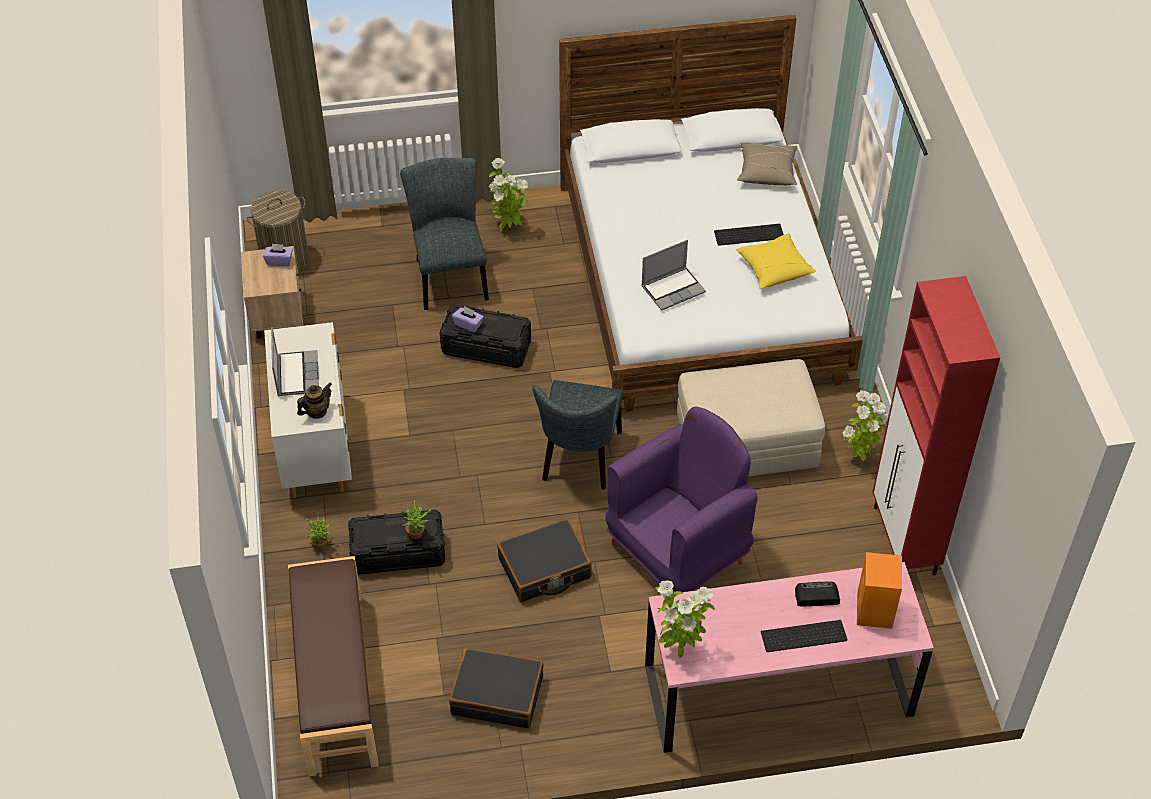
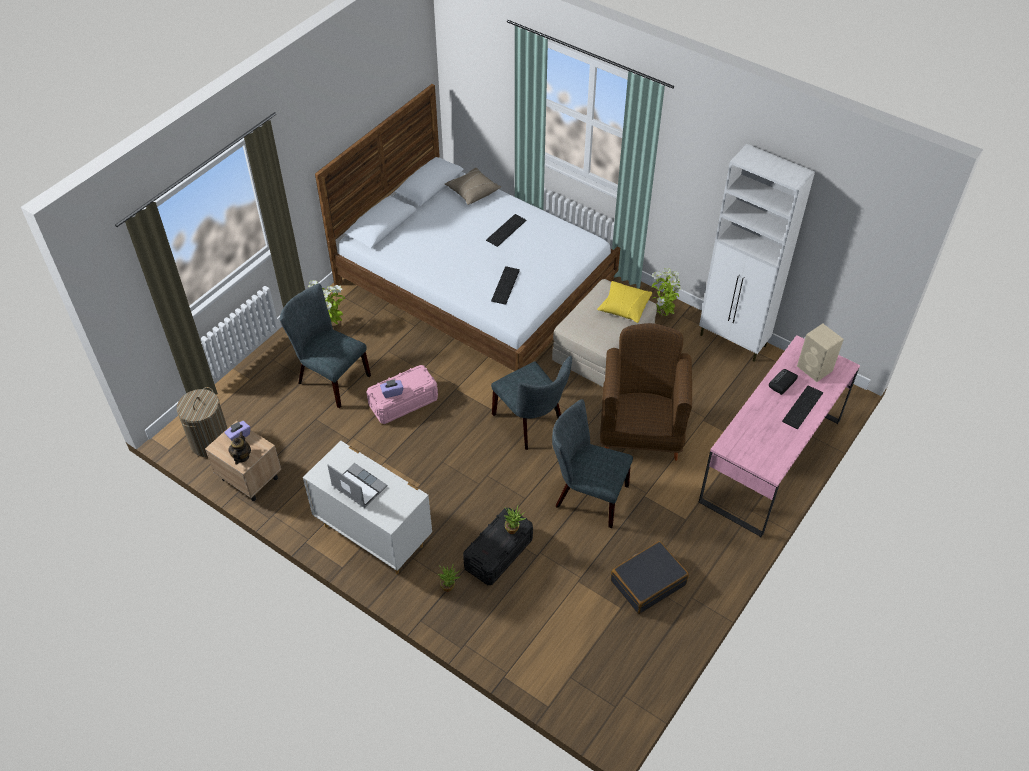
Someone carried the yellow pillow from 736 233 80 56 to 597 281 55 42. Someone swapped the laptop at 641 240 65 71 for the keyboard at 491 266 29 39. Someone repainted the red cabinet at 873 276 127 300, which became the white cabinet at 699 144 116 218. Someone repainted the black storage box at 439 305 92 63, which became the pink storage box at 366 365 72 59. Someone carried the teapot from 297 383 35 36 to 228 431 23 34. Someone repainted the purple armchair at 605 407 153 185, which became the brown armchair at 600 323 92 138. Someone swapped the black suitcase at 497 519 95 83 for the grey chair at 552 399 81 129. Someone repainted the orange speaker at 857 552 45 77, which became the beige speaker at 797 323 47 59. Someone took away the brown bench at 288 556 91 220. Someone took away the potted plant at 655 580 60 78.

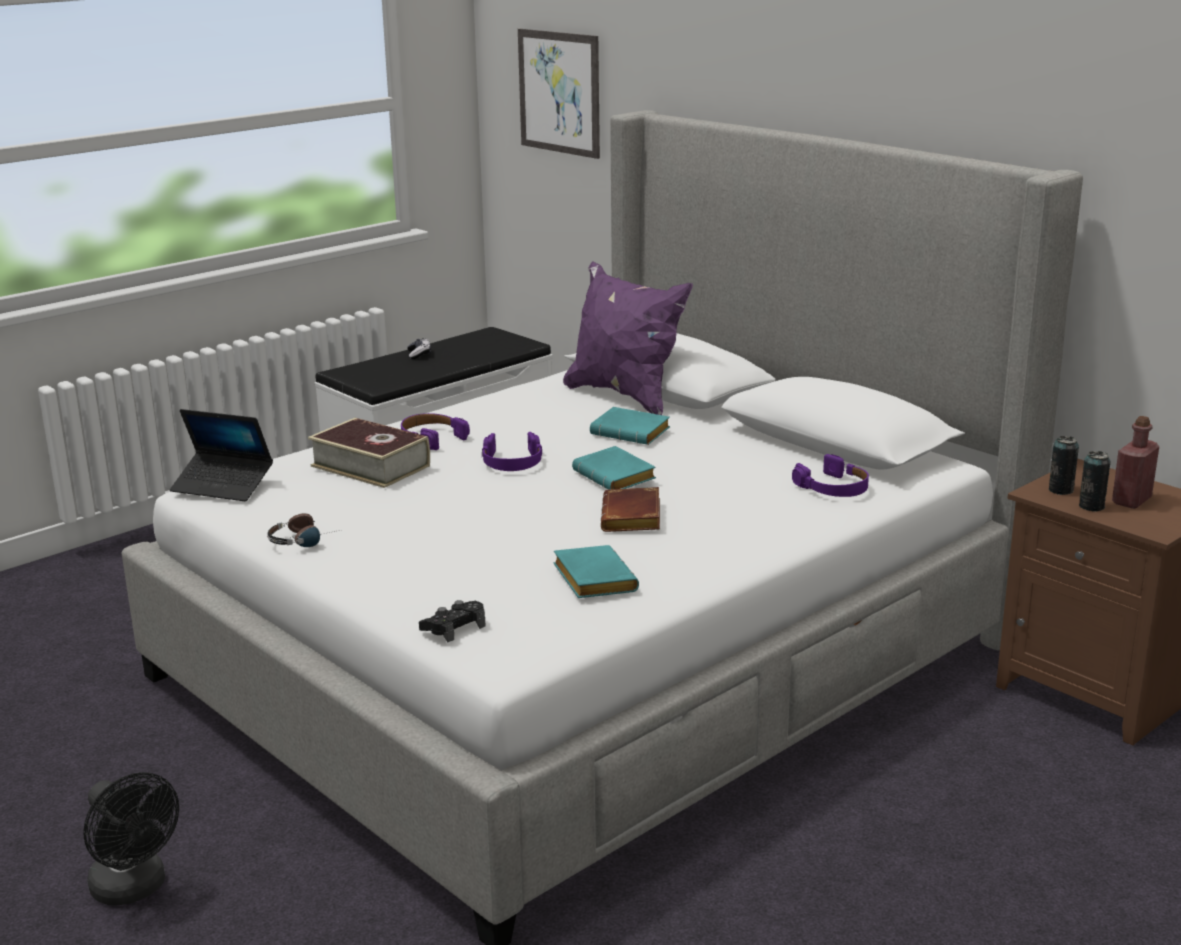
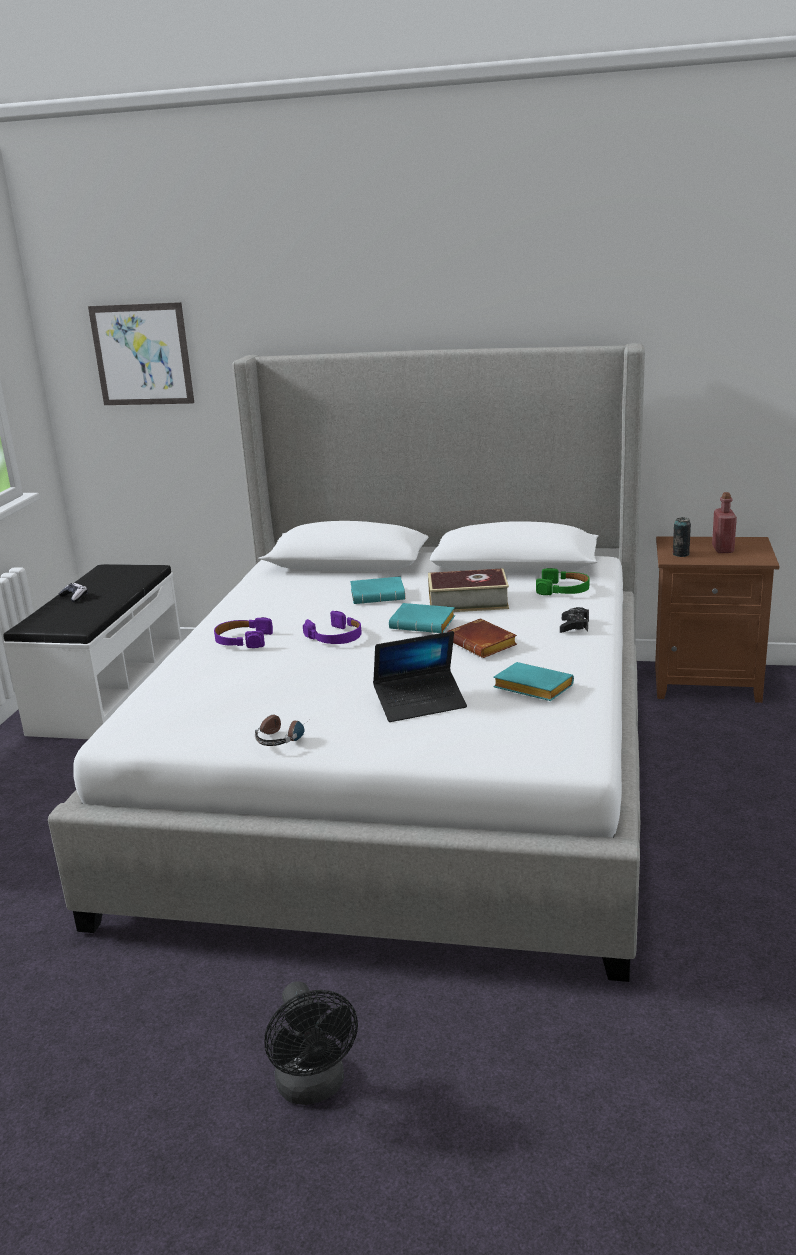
Someone took away the purple pillow at 563 262 130 153. Someone carried the laptop from 170 409 103 92 to 373 631 94 91. Someone carried the book from 308 418 122 70 to 428 568 81 44. Someone took away the can at 1079 451 32 61. Someone repainted the purple headphones at 792 454 77 43, which became the green headphones at 536 568 53 27. Someone carried the black game controller from 419 600 67 42 to 560 607 29 26. Someone rotated the black fan at 83 772 96 134 by 60 degrees clockwise.

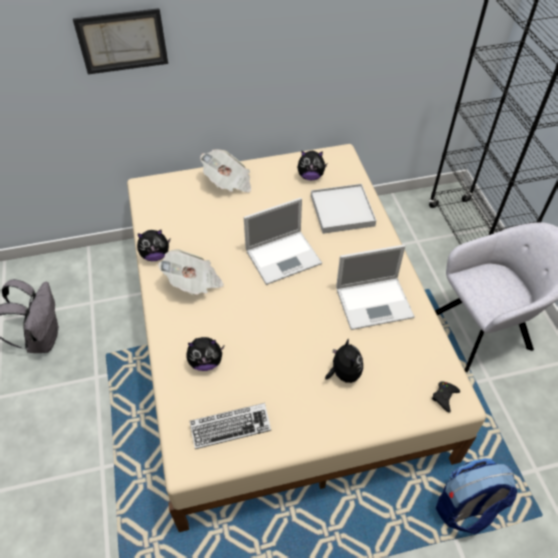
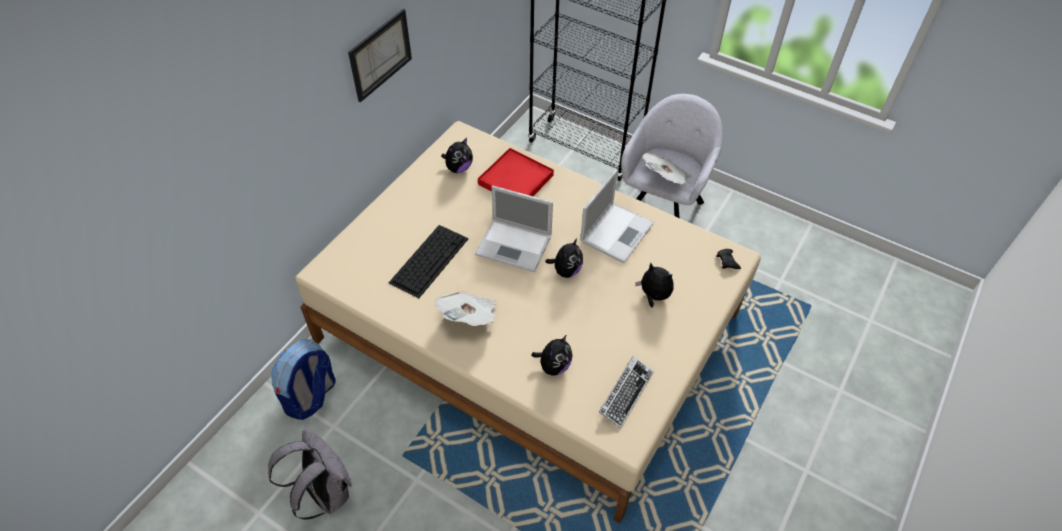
Someone carried the picture from 73 8 95 66 to 348 9 64 93. Someone carried the newspaper from 200 149 51 44 to 642 153 50 32. Someone repainted the white tray at 311 184 65 50, which became the red tray at 478 148 76 48. Someone rotated the laptop at 244 198 78 87 by 90 degrees clockwise. Someone carried the plush toy from 137 230 33 31 to 545 239 38 39. Someone carried the backpack from 436 458 81 76 to 271 339 65 81. Someone put down the keyboard at 389 225 80 73.

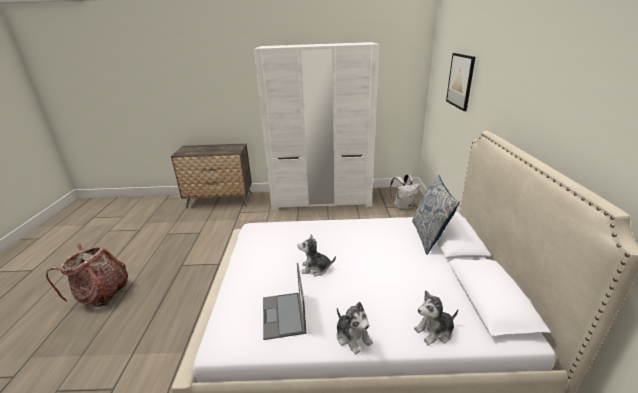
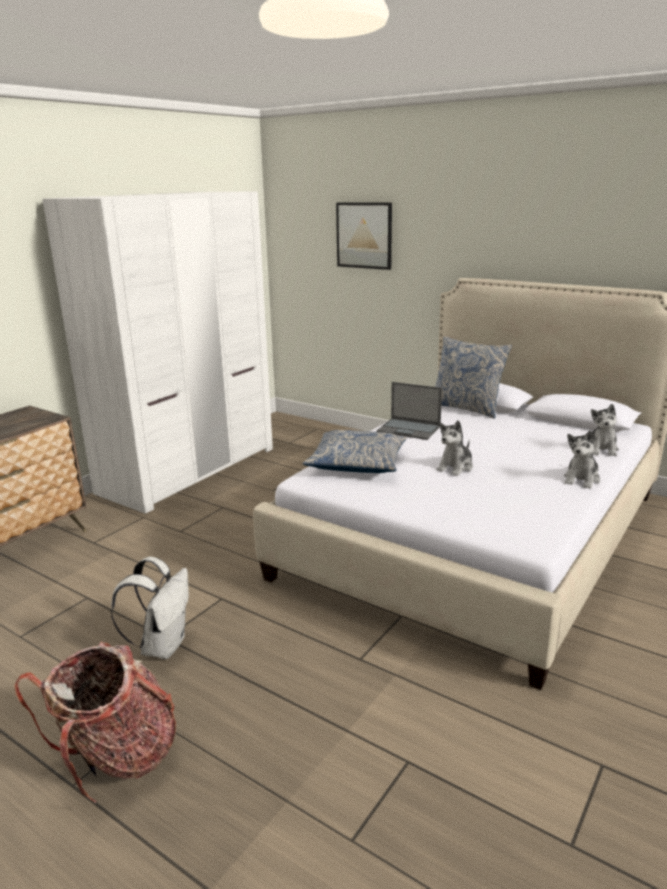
Someone carried the white backpack from 390 174 30 36 to 111 557 78 102. Someone carried the laptop from 263 263 43 77 to 377 382 65 58. Someone rotated the plush toy at 337 302 36 53 by 120 degrees clockwise. Someone put down the pillow at 303 430 104 43.

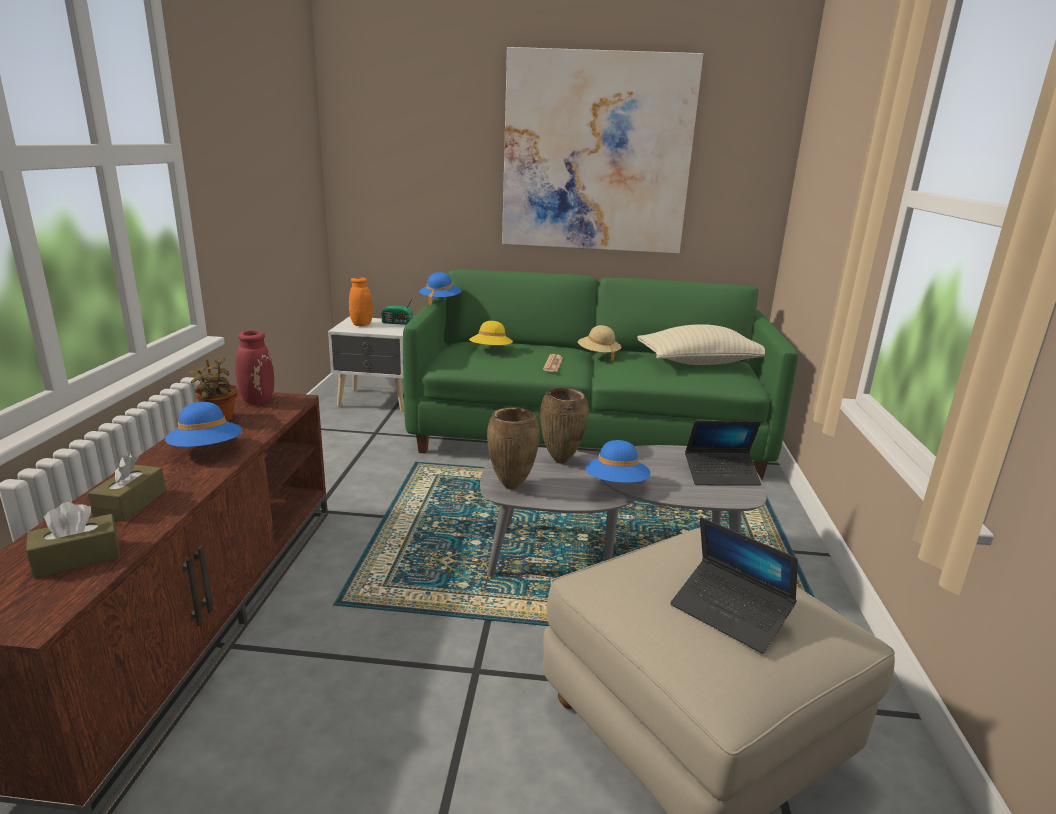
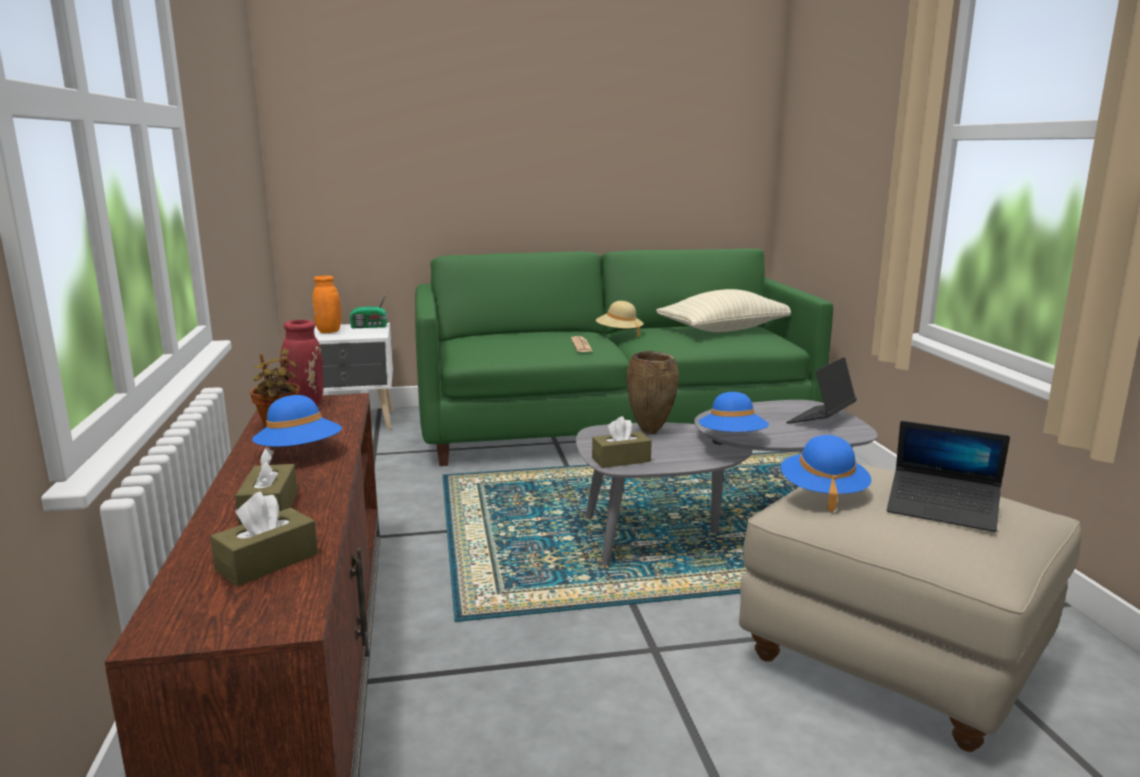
Someone took away the picture at 502 47 201 207. Someone carried the blue hat from 419 272 43 34 to 781 435 91 77. Someone took away the yellow hat at 469 321 44 25. Someone swapped the brown vase at 487 407 53 83 for the brown tissue box at 592 416 60 52. Someone rotated the laptop at 685 421 76 64 by 150 degrees clockwise.

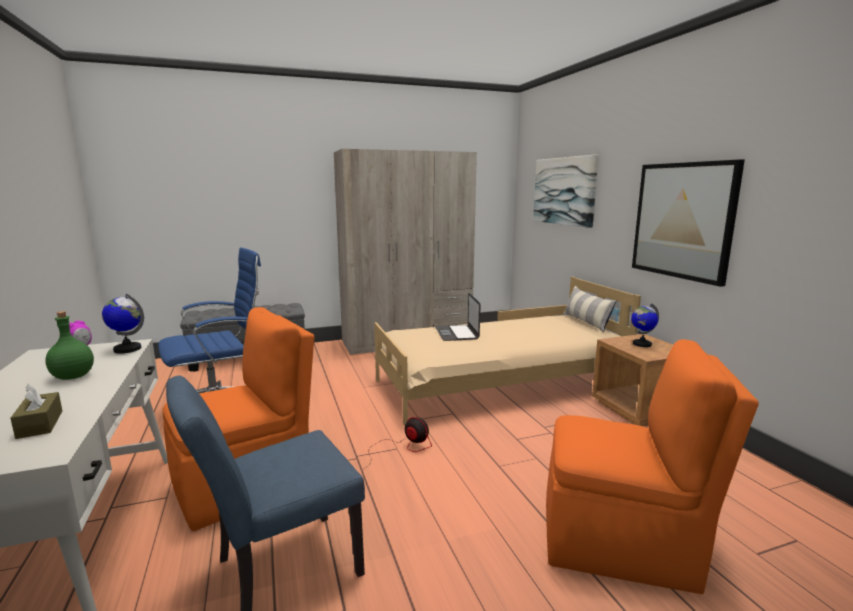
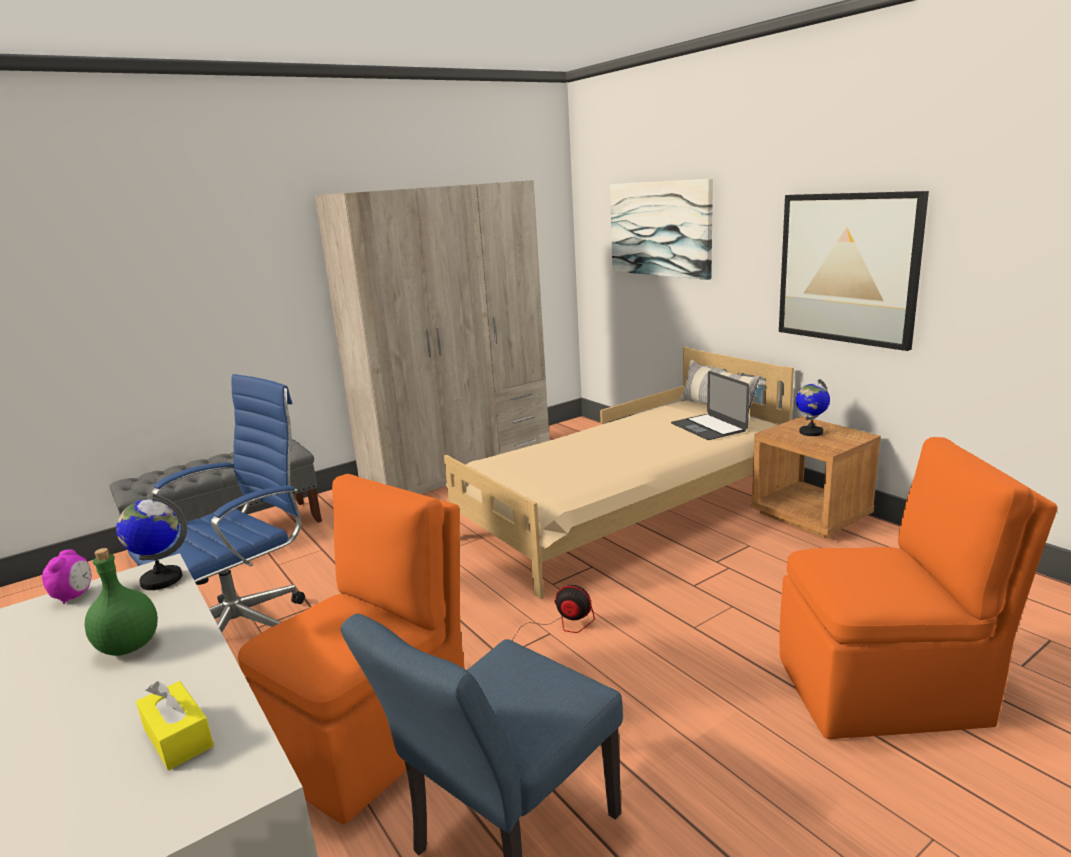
Someone carried the laptop from 435 293 46 48 to 671 371 78 69. Someone repainted the brown tissue box at 10 384 52 55, which became the yellow tissue box at 136 681 78 89.

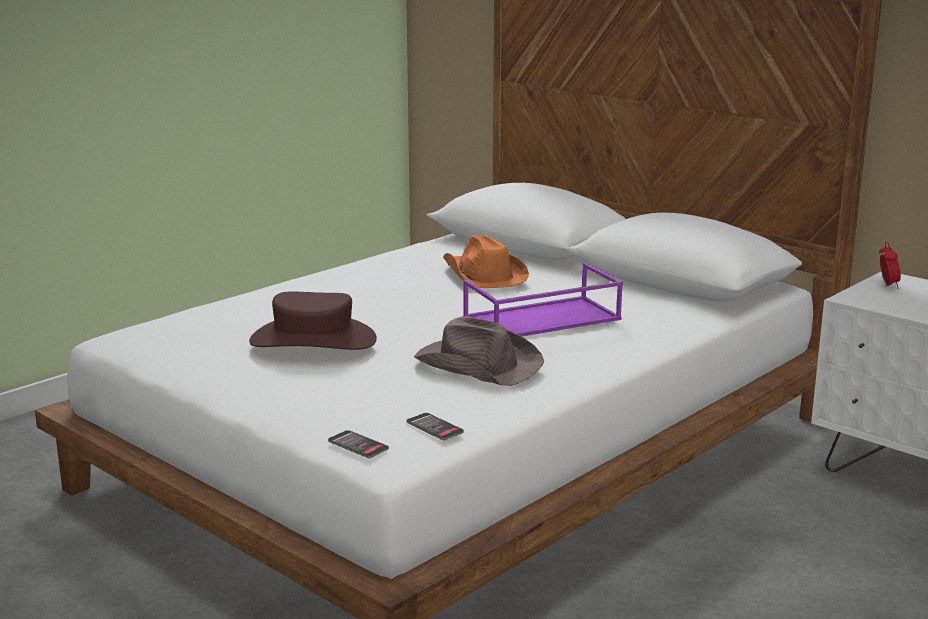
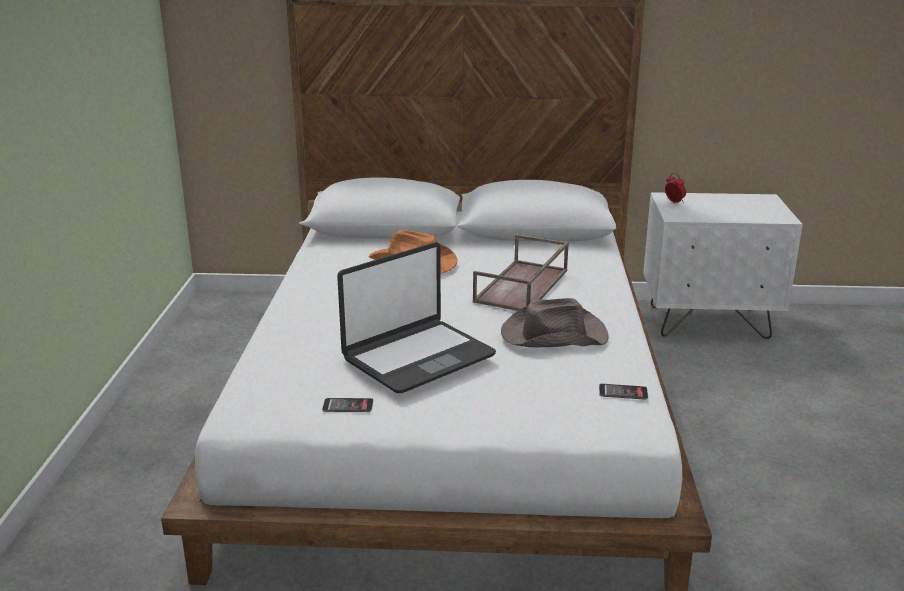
Someone repainted the purple tray at 463 263 160 74, which became the brown tray at 473 234 96 77. Someone swapped the brown hat at 249 291 128 59 for the laptop at 337 242 159 151. Someone carried the phone from 328 430 61 28 to 322 398 51 14.

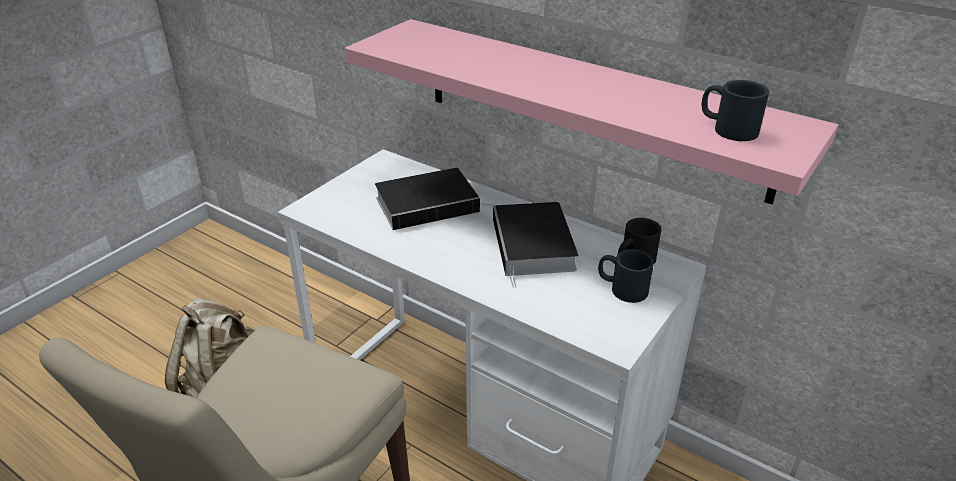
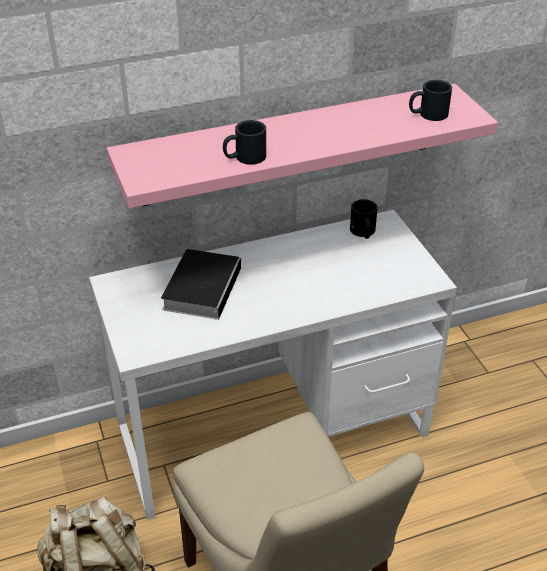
Someone took away the book at 493 202 85 86. Someone carried the black mug from 598 249 56 54 to 223 120 43 45.

